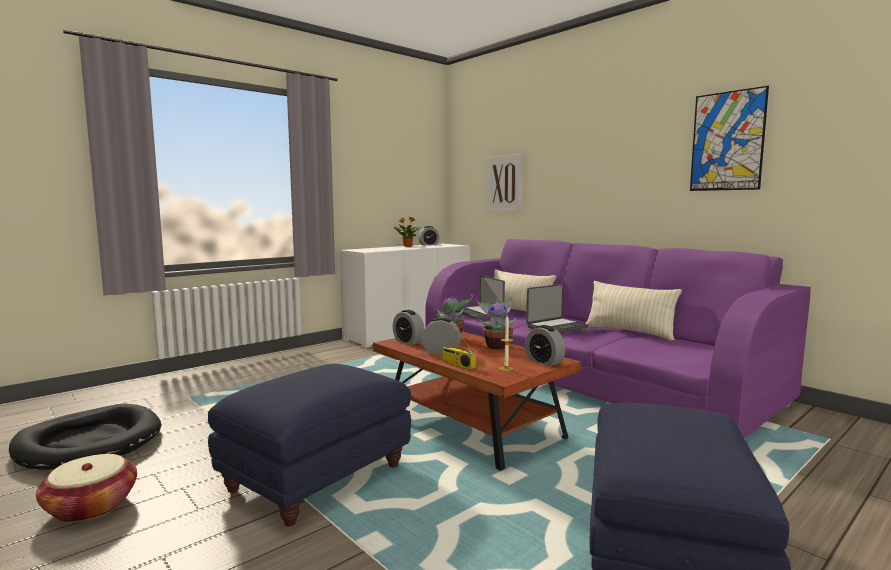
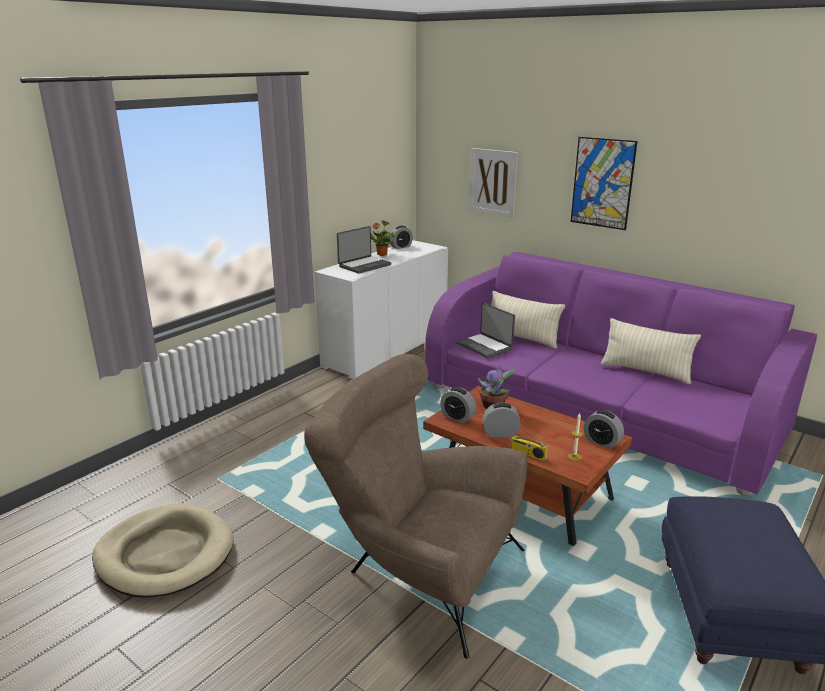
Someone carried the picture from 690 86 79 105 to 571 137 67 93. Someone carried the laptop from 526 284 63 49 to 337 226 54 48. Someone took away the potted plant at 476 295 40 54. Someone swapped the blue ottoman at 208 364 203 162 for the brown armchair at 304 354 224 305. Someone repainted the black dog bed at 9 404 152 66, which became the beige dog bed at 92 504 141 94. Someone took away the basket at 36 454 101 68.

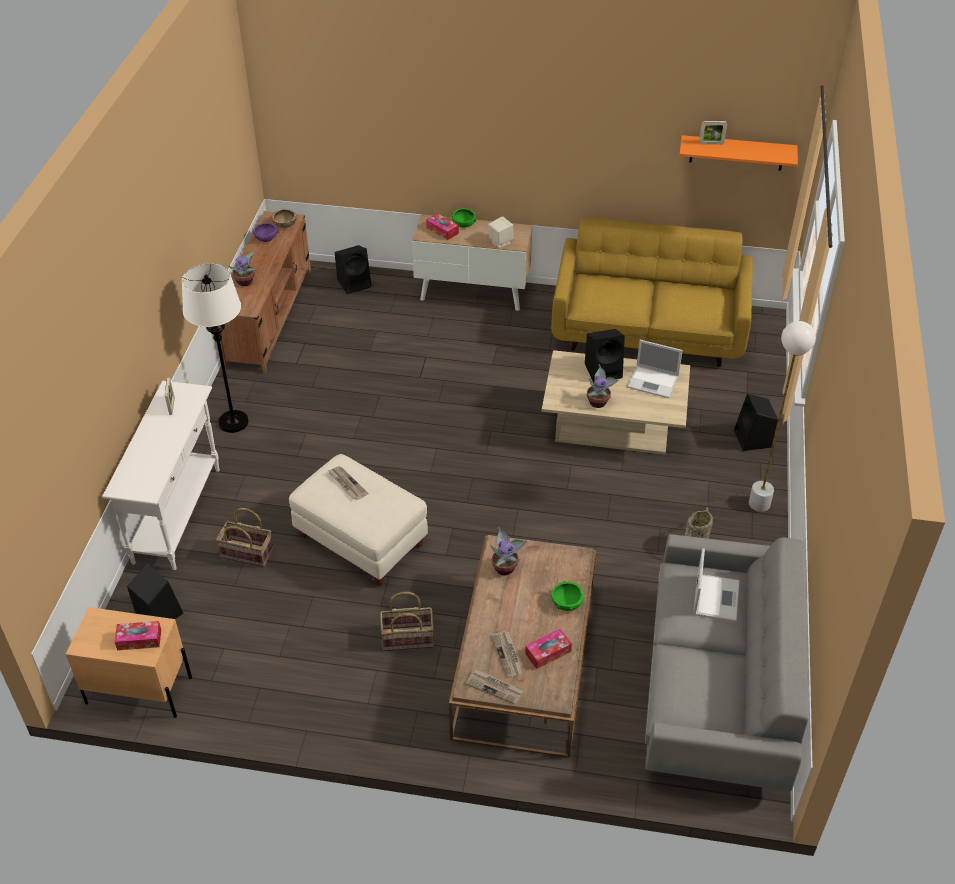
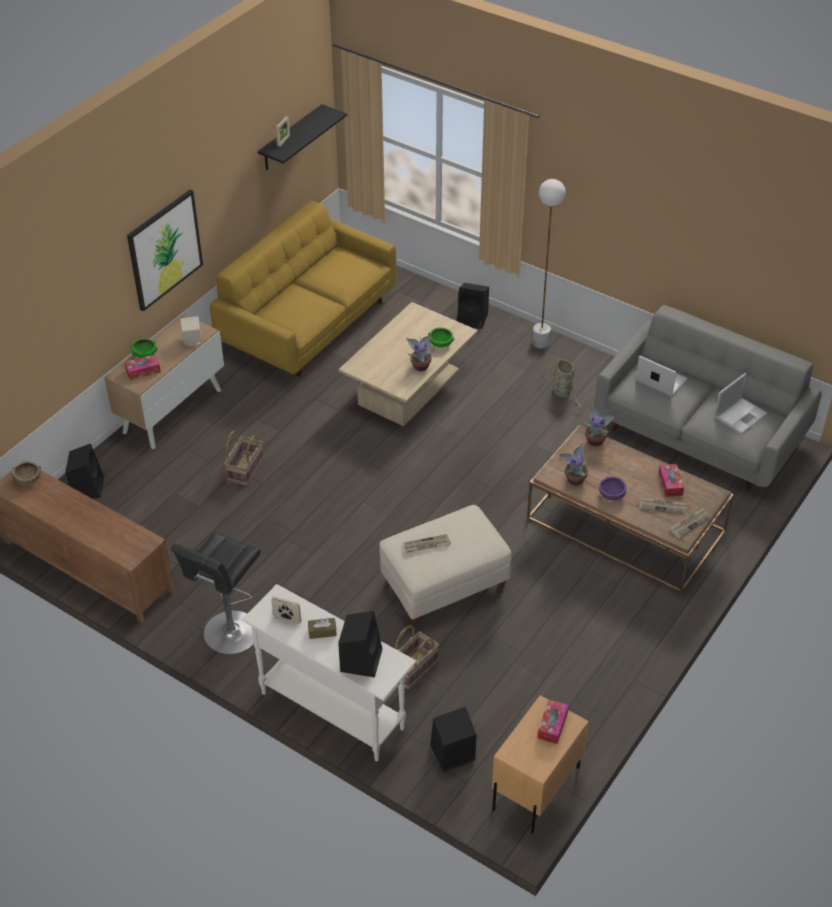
Someone repainted the orange shelf at 679 135 119 36, which became the black shelf at 258 104 89 66. Someone carried the purple bowl from 252 223 27 19 to 599 476 27 24. Someone carried the potted plant from 228 248 29 38 to 584 405 32 41. Someone swapped the white floor lamp at 182 263 67 170 for the black stool at 171 532 90 122. Someone carried the black speaker from 585 329 40 54 to 338 611 44 66. Someone carried the laptop from 627 340 56 58 to 714 373 53 61. Someone carried the green bowl from 551 581 32 30 to 429 327 25 21. Someone carried the basket from 380 592 54 59 to 224 430 40 56. Someone put up the picture at 127 190 76 122. Someone put down the brown tissue box at 308 618 29 21.

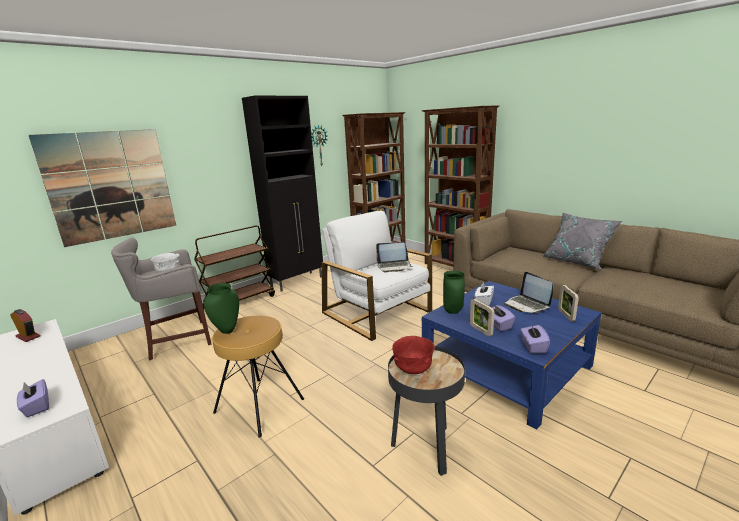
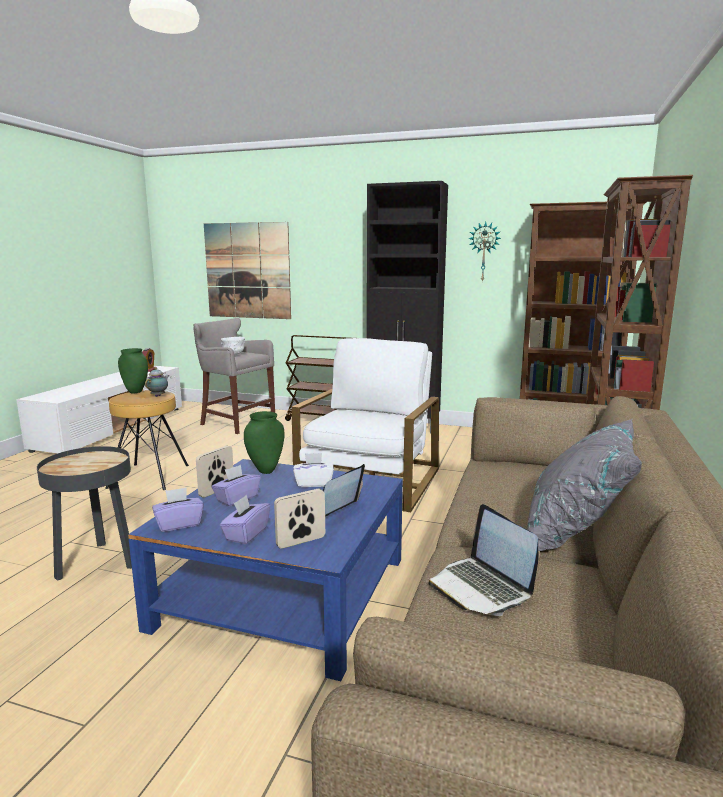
Someone carried the laptop from 376 242 36 30 to 428 504 110 112. Someone took away the red bowl at 392 336 43 38. Someone carried the purple tissue box from 17 379 32 38 to 220 495 50 49. Someone put down the teapot at 145 368 24 29.

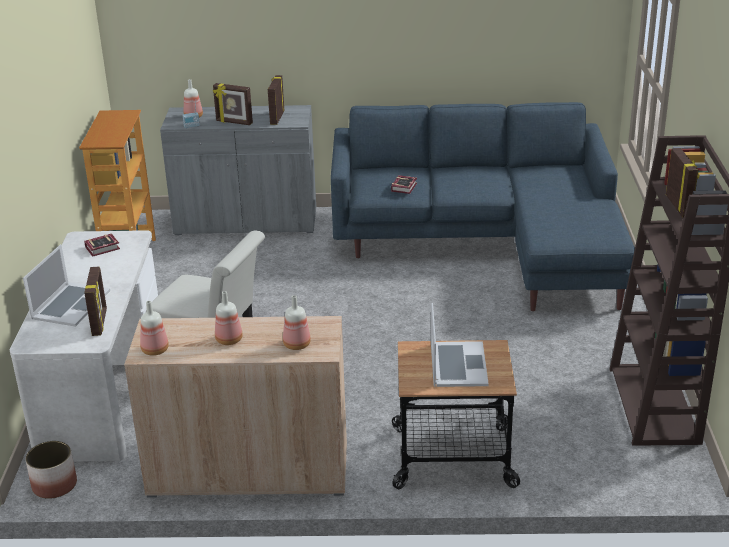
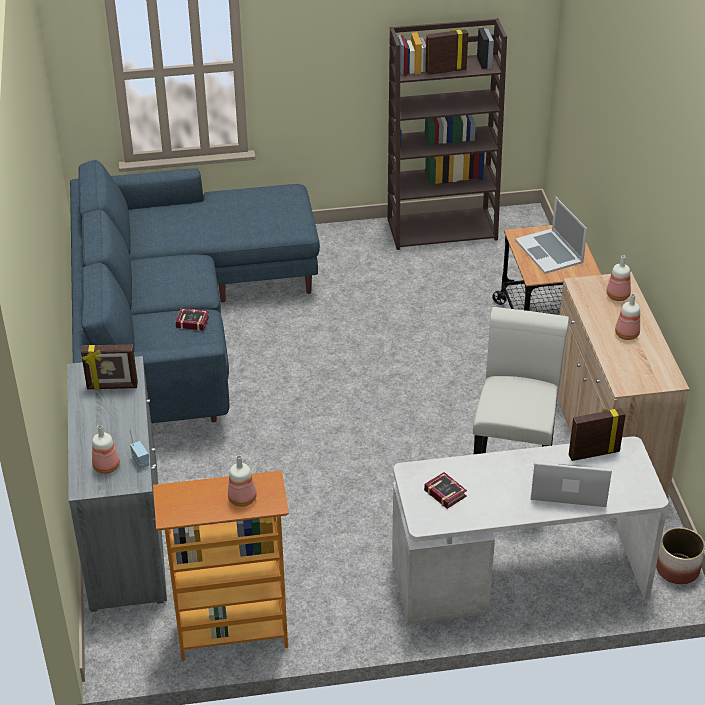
Someone took away the picture frame at 213 83 40 42. Someone carried the bottle from 140 301 29 55 to 228 455 29 52. Someone rotated the laptop at 431 303 58 84 by 105 degrees counterclockwise.

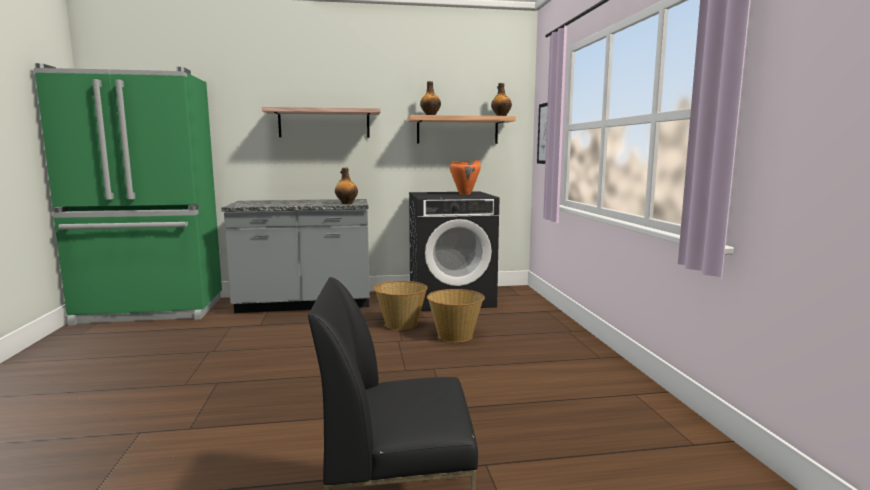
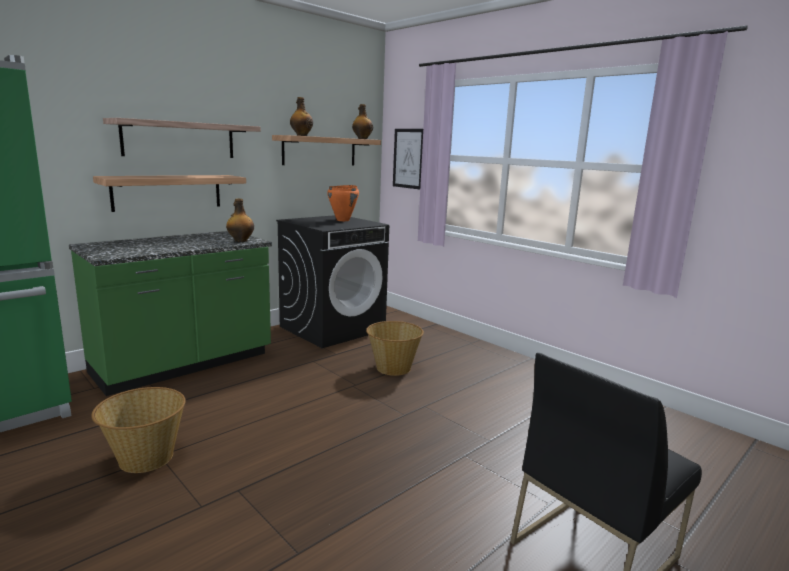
Someone repainted the grey counter at 221 199 149 114, which became the green counter at 69 231 203 165. Someone carried the basket from 373 281 54 49 to 91 387 95 86. Someone put up the shelf at 93 175 153 37.

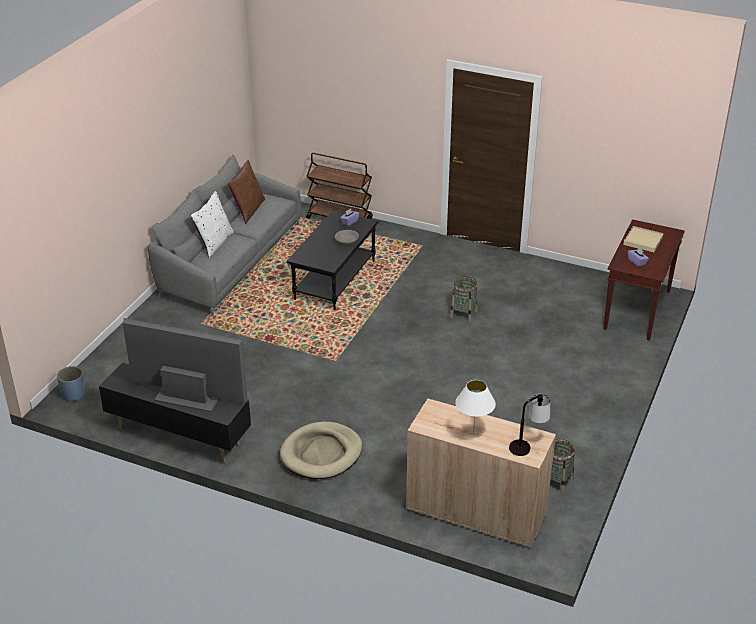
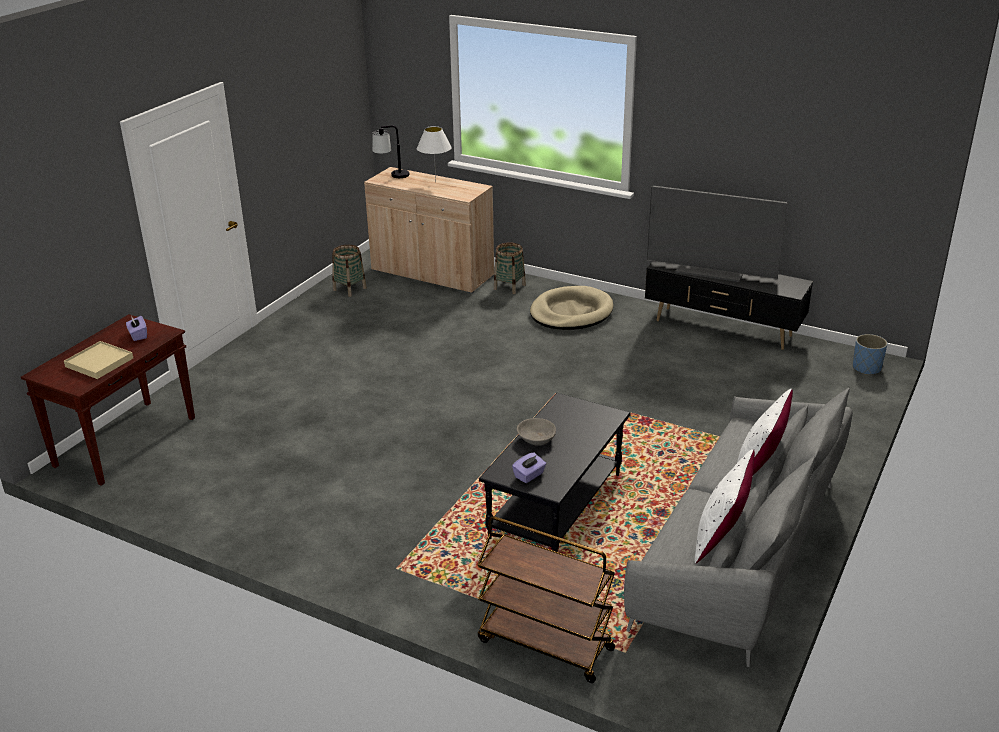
Someone repainted the brown pillow at 228 160 37 63, which became the white pillow at 695 449 60 115. Someone carried the basket from 450 276 27 46 to 494 242 32 52.

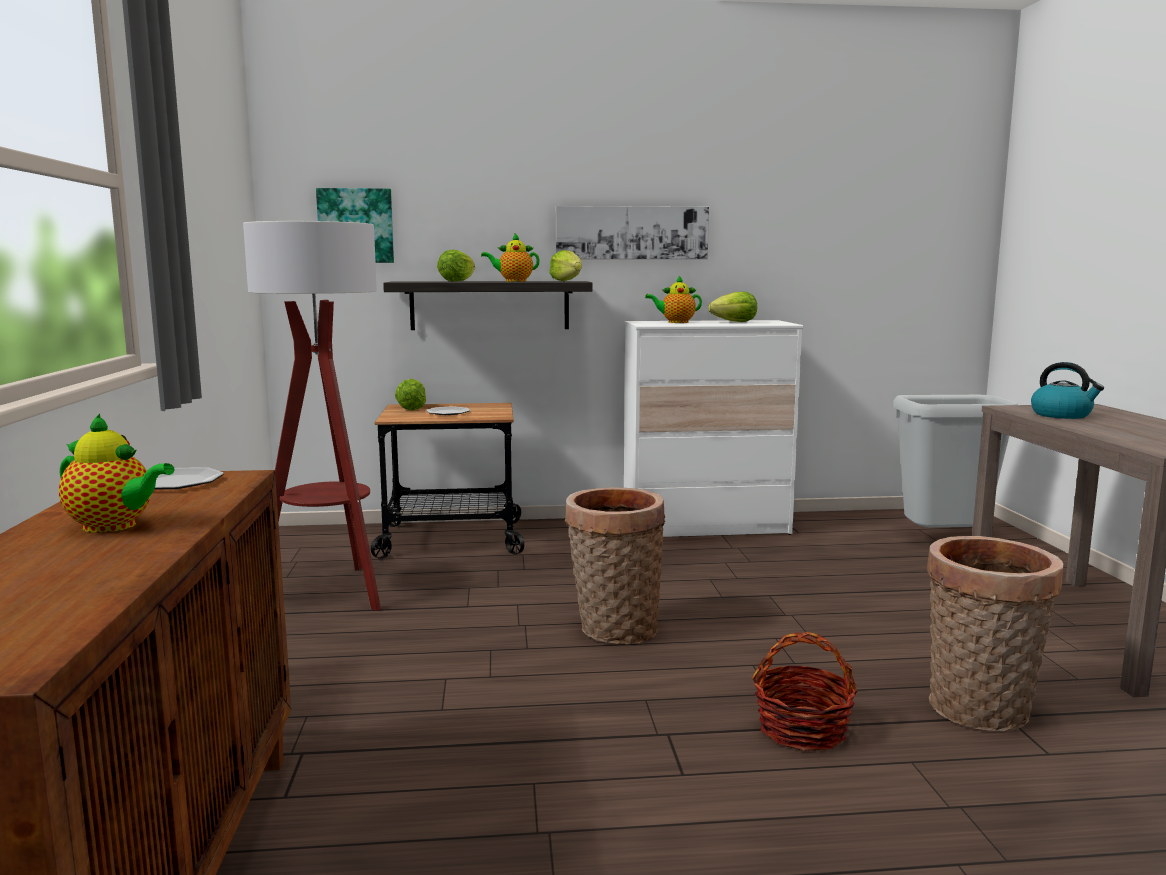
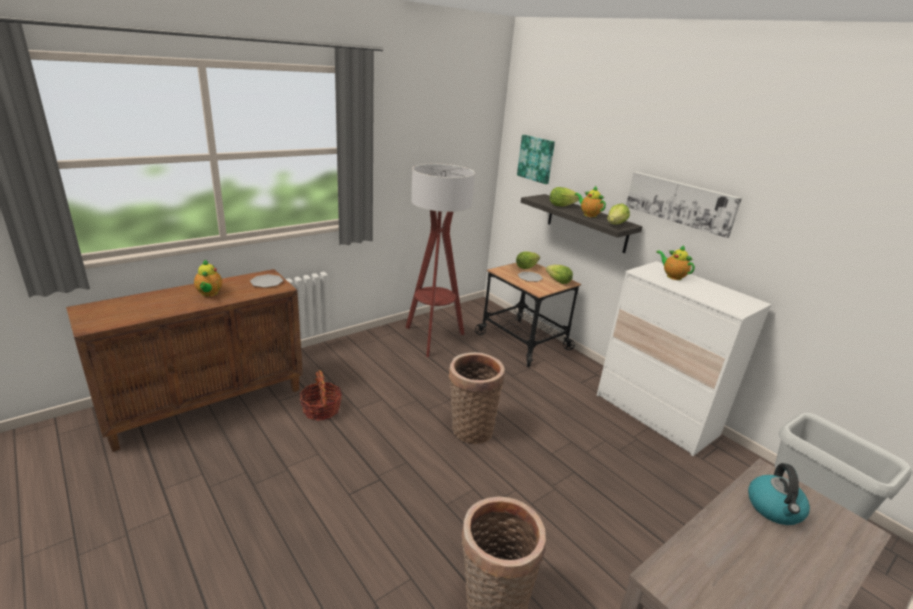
Someone carried the lettuce from 708 292 49 30 to 546 265 27 19. Someone carried the basket from 752 632 106 119 to 299 370 43 51.

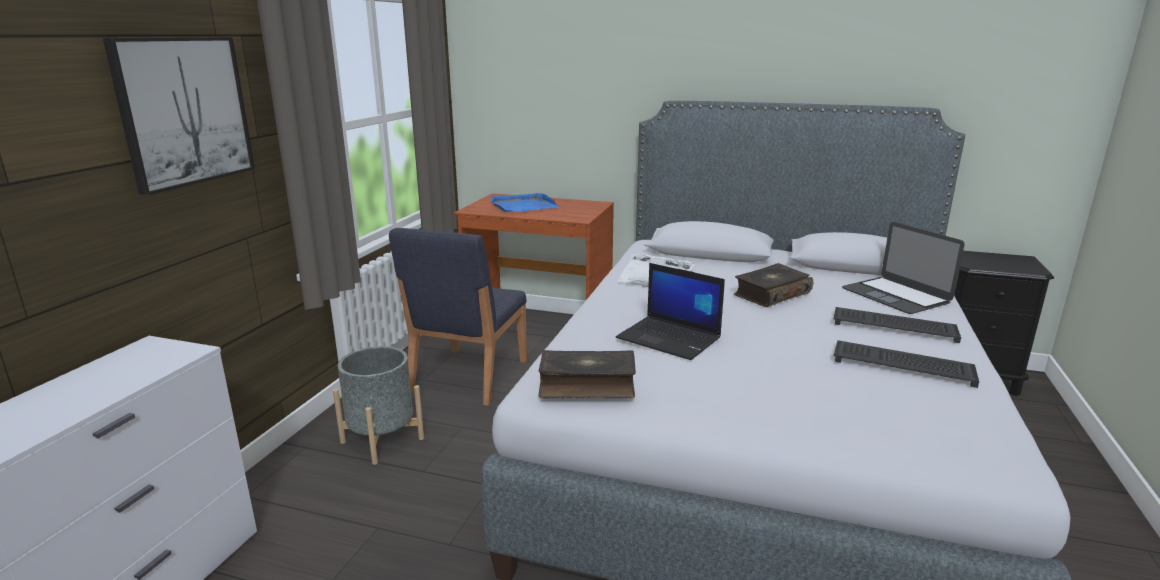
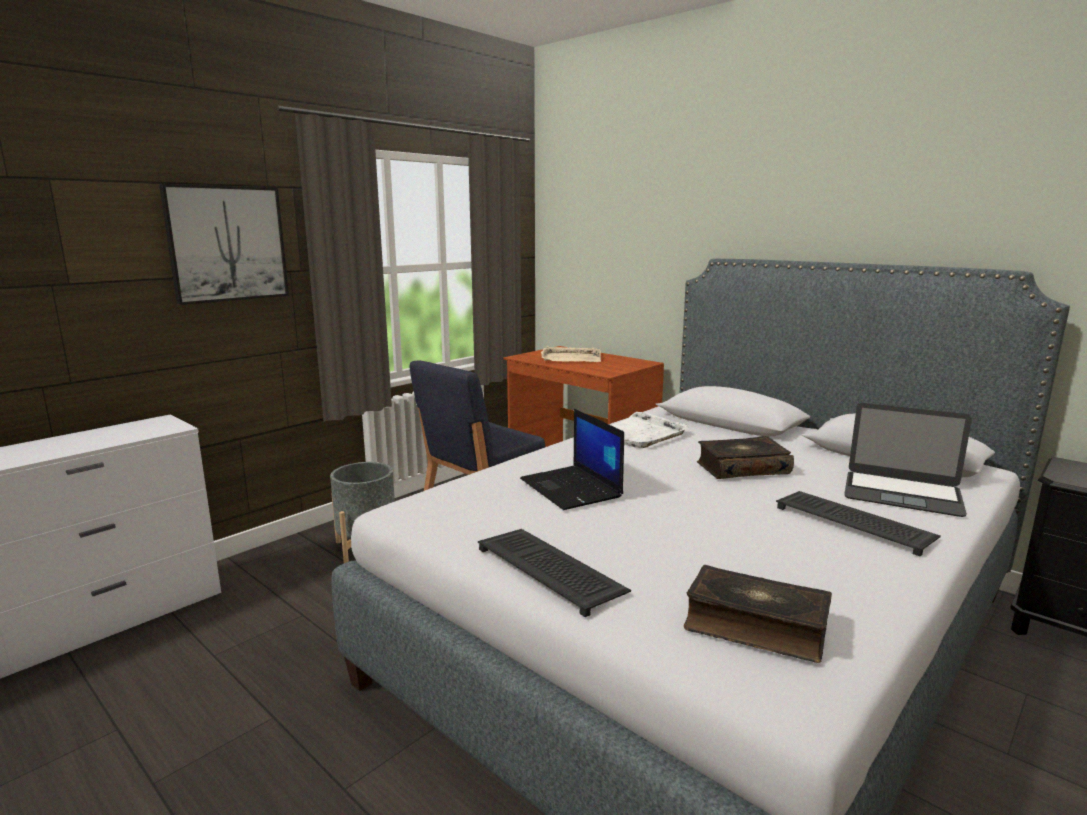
Someone repainted the blue tray at 490 193 68 19, which became the beige tray at 541 346 60 16. Someone rotated the laptop at 842 222 123 92 by 60 degrees counterclockwise. Someone carried the keyboard from 834 340 145 48 to 478 529 153 88. Someone carried the book from 539 350 97 49 to 684 565 148 98.

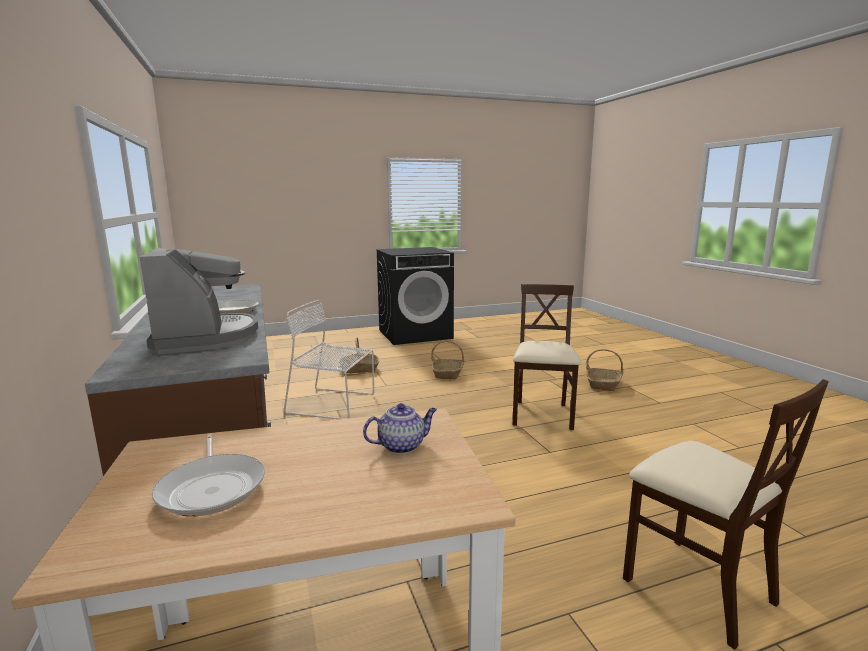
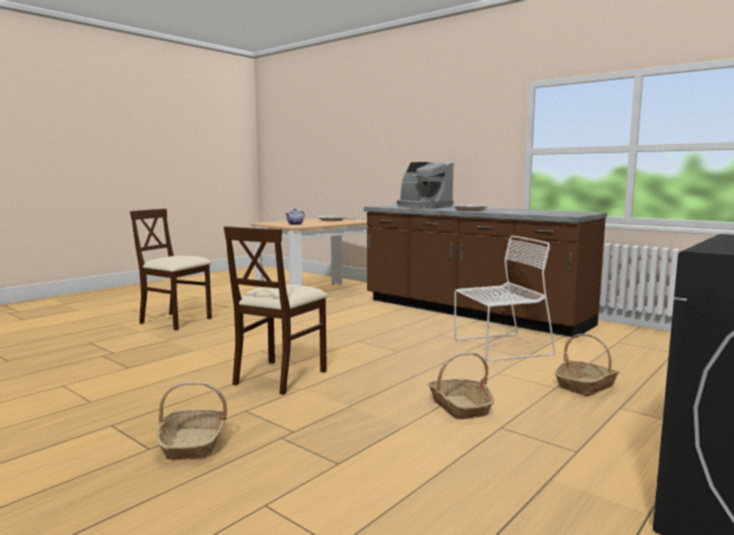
Someone rotated the beige chair at 512 284 69 146 by 45 degrees clockwise.

